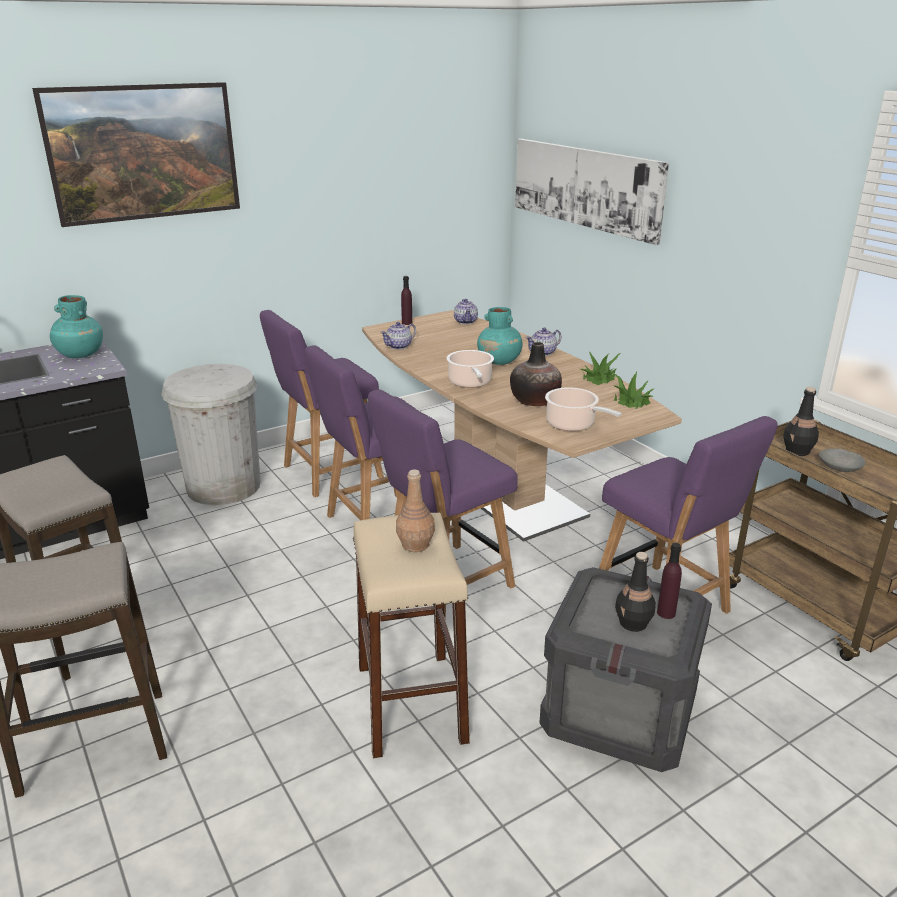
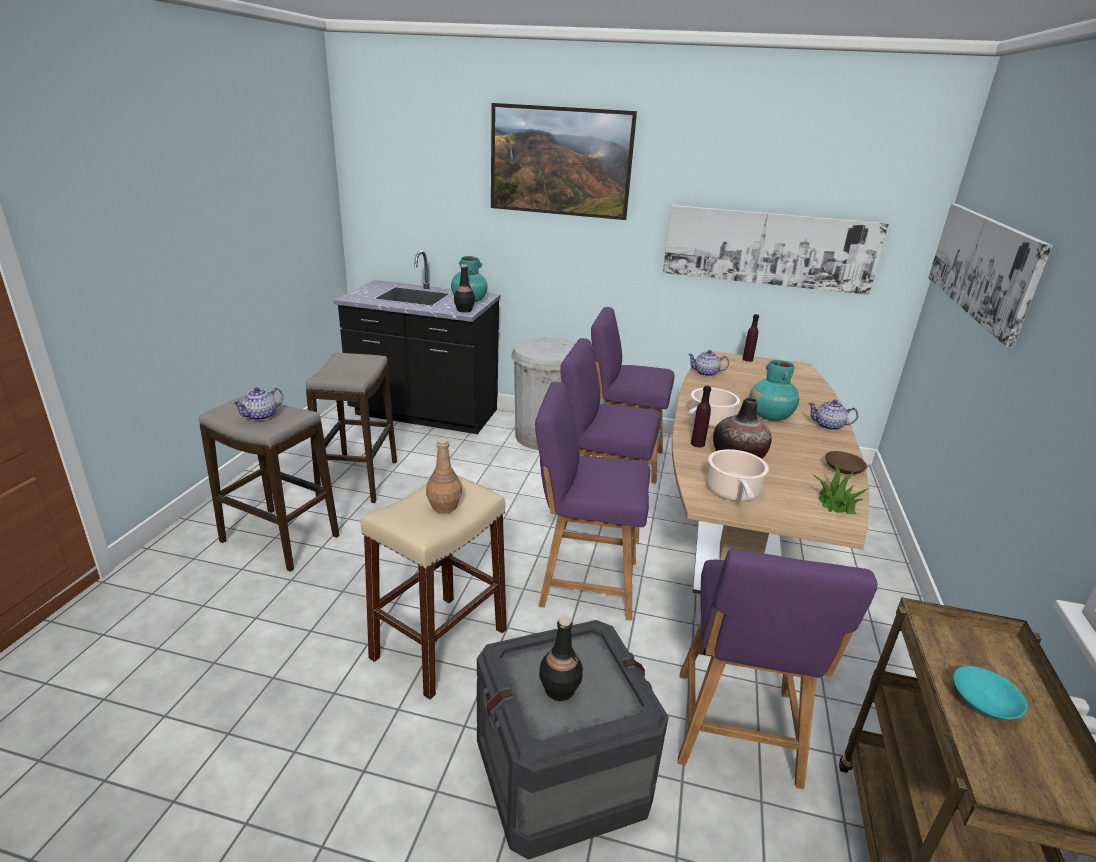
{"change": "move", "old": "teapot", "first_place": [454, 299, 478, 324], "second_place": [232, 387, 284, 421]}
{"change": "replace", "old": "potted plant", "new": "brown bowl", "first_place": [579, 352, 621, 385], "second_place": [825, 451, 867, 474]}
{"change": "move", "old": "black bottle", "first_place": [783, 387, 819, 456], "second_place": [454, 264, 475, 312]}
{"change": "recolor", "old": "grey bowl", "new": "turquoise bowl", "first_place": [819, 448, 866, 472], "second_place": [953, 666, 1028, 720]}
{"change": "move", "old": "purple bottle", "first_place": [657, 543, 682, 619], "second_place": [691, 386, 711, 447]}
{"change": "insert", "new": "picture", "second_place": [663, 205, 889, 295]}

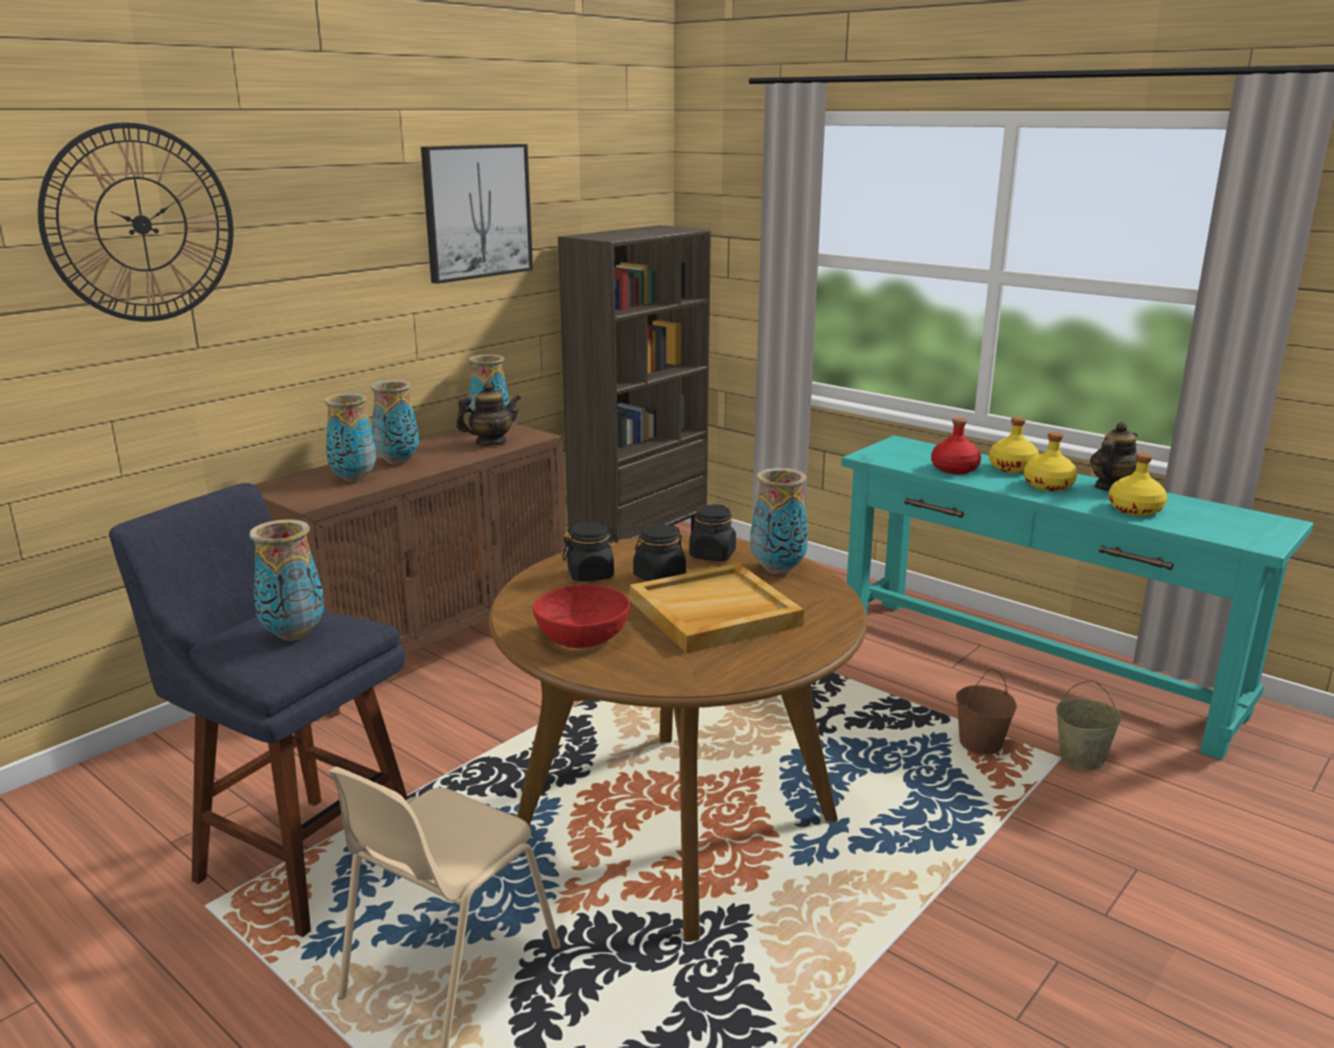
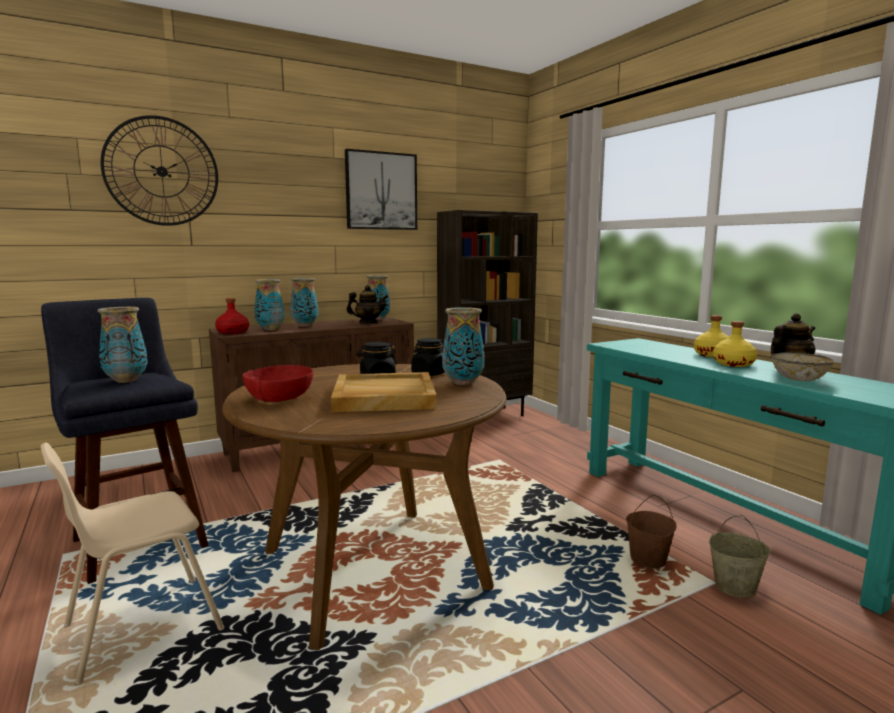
{"change": "move", "old": "red bottle", "first_place": [931, 418, 981, 474], "second_place": [215, 298, 249, 334]}
{"change": "replace", "old": "yellow bottle", "new": "bowl", "first_place": [1108, 453, 1167, 516], "second_place": [770, 352, 834, 381]}
{"change": "delete", "old": "black jar", "first_place": [562, 522, 619, 581]}

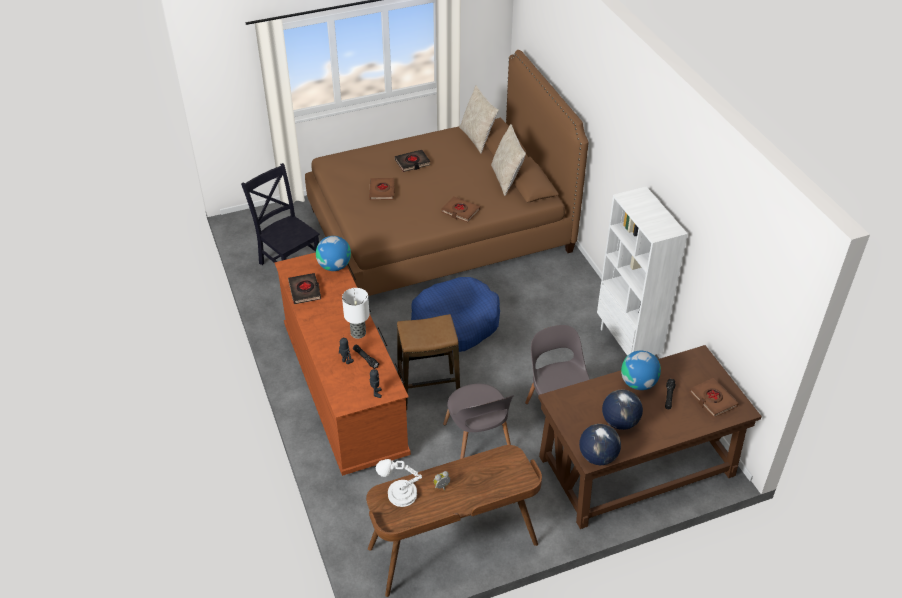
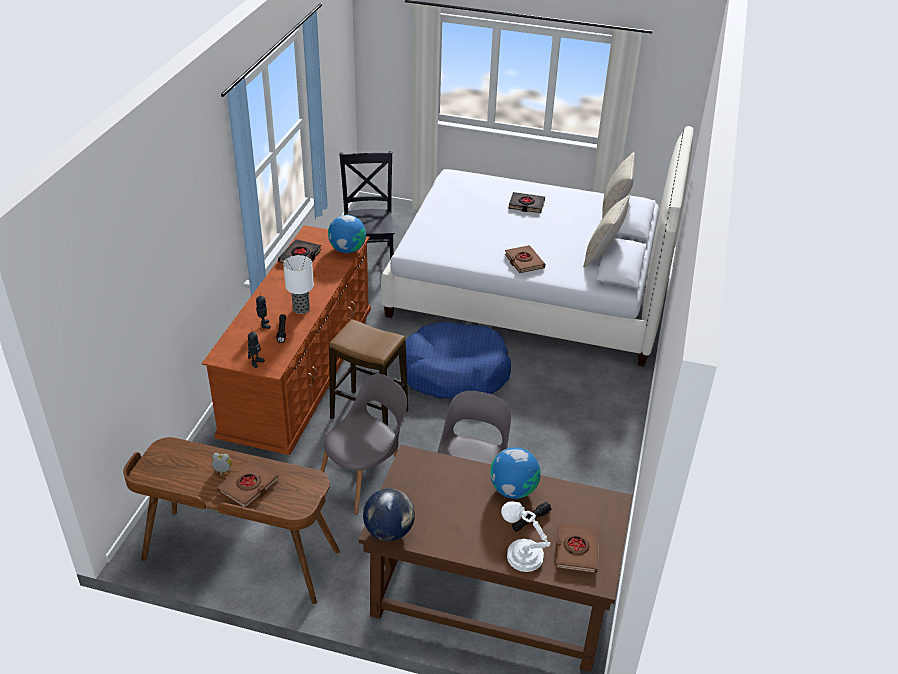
{"change": "recolor", "old": "brown bed", "new": "white bed", "first_place": [305, 50, 588, 296], "second_place": [381, 126, 694, 367]}
{"change": "move", "old": "brown book", "first_place": [369, 178, 395, 200], "second_place": [217, 459, 280, 508]}
{"change": "delete", "old": "white bookcase", "first_place": [597, 186, 688, 356]}
{"change": "rotate", "old": "grey chair", "first_place": [443, 383, 514, 459], "second_place": [320, 374, 407, 515], "degrees": -150}
{"change": "delete", "old": "globe", "first_place": [602, 389, 643, 430]}
{"change": "move", "old": "white table lamp", "first_place": [376, 459, 422, 507], "second_place": [501, 501, 551, 572]}

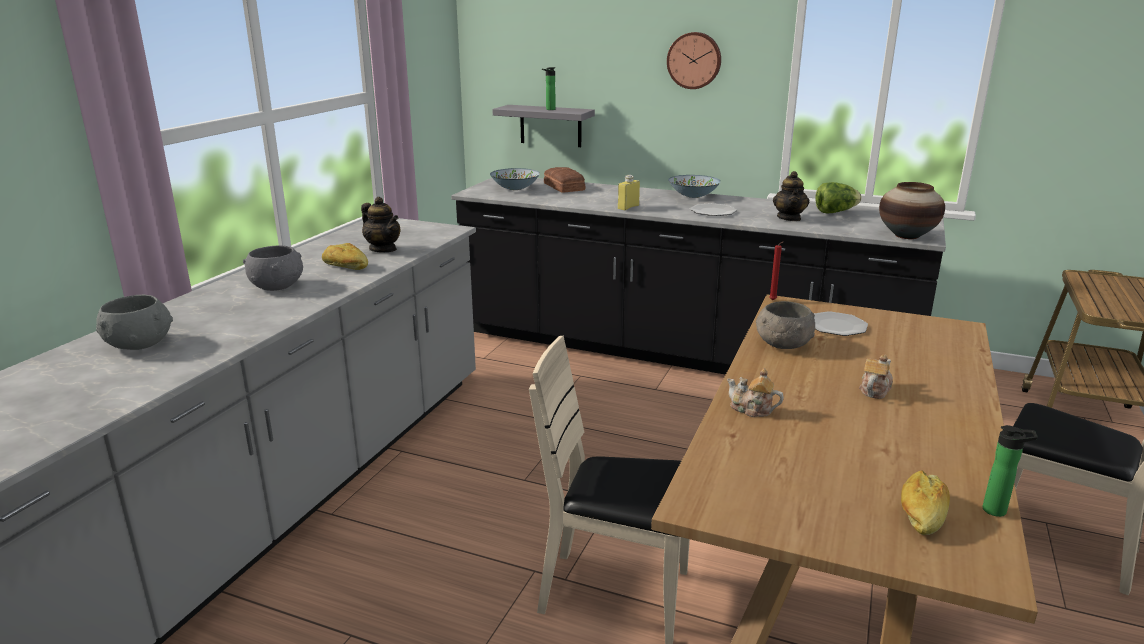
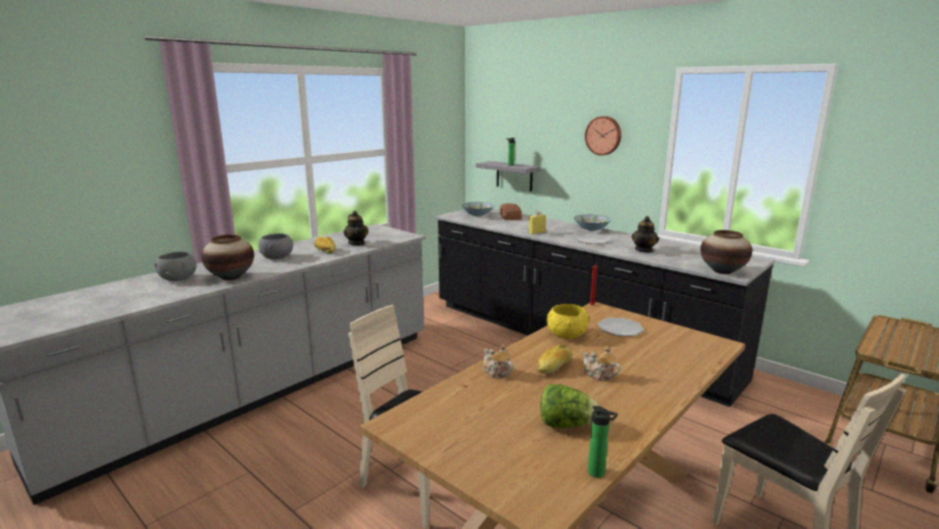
{"change": "move", "old": "lettuce", "first_place": [816, 182, 862, 213], "second_place": [540, 384, 600, 428]}
{"change": "recolor", "old": "grey bowl", "new": "yellow bowl", "first_place": [756, 301, 815, 349], "second_place": [547, 304, 589, 339]}
{"change": "rotate", "old": "teapot", "first_place": [859, 354, 893, 399], "second_place": [583, 346, 621, 381], "degrees": -105}
{"change": "move", "old": "bread", "first_place": [901, 471, 950, 535], "second_place": [538, 344, 573, 374]}
{"change": "insert", "new": "vase", "second_place": [201, 235, 254, 280]}

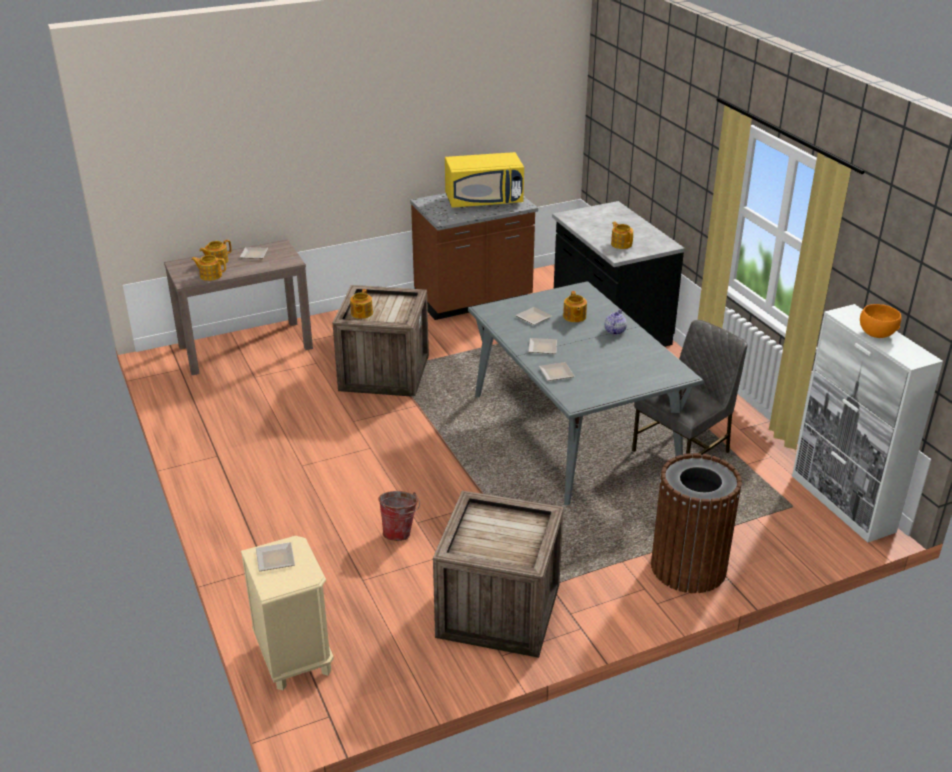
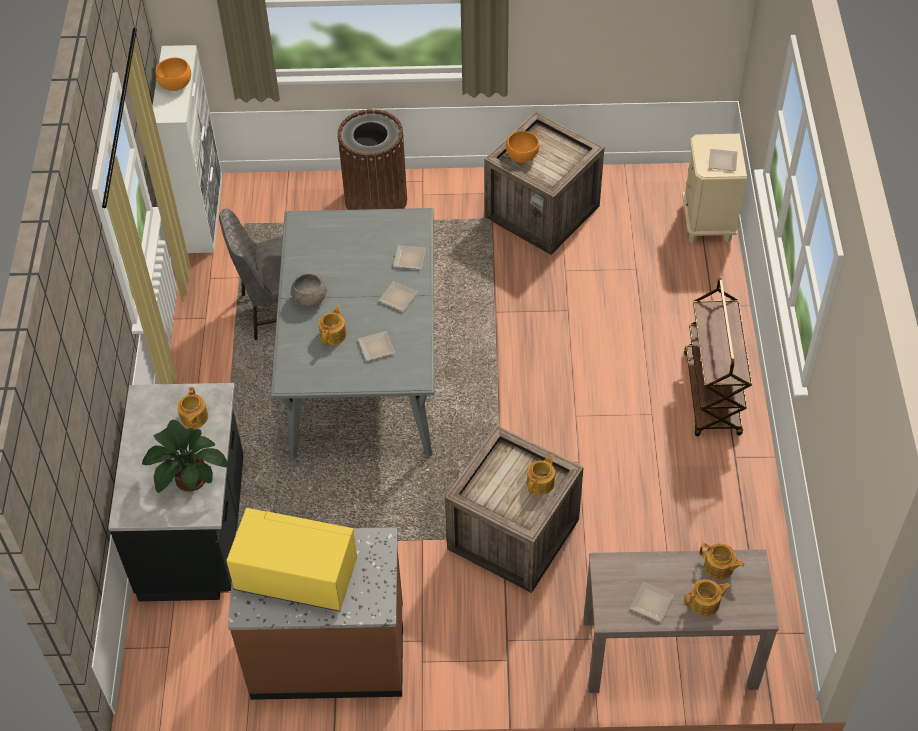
{"change": "replace", "old": "teapot", "new": "grey bowl", "first_place": [605, 309, 627, 335], "second_place": [290, 274, 327, 307]}
{"change": "delete", "old": "bucket", "first_place": [379, 491, 420, 541]}
{"change": "insert", "new": "orange bowl", "second_place": [506, 131, 539, 163]}
{"change": "insert", "new": "brown cart", "second_place": [684, 278, 752, 436]}
{"change": "insert", "new": "potted plant", "second_place": [142, 420, 229, 493]}

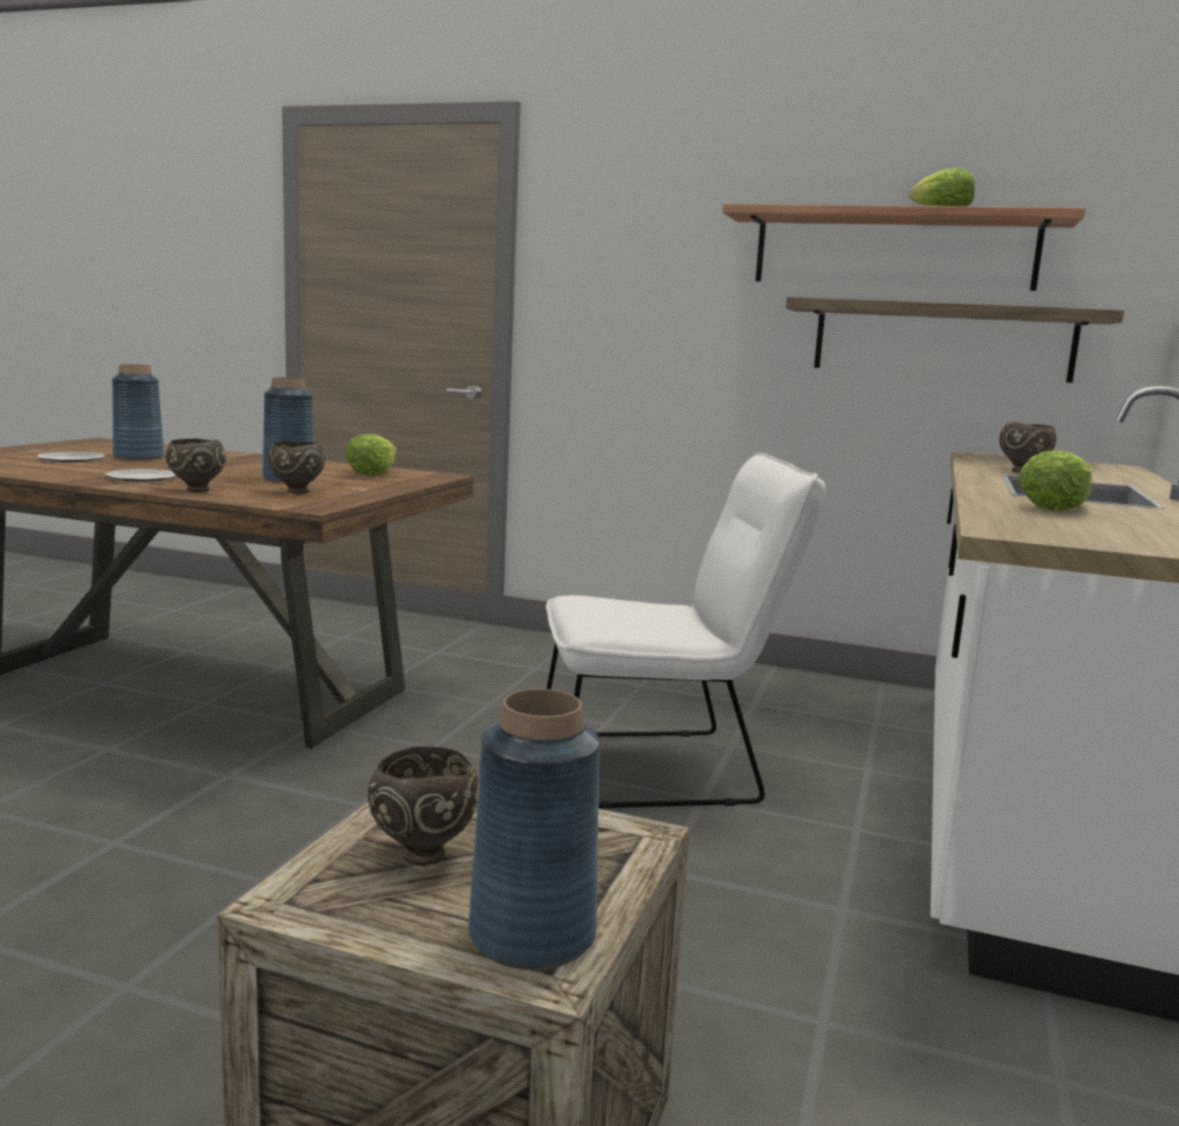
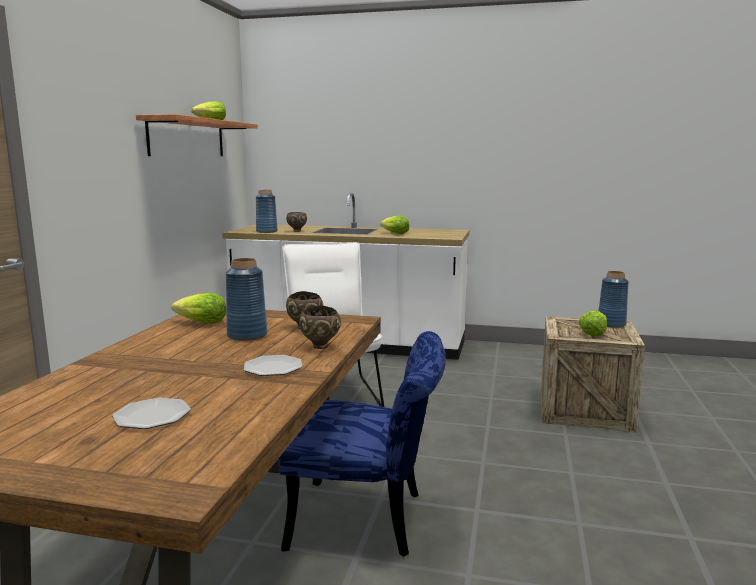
{"change": "delete", "old": "shelf", "first_place": [786, 297, 1124, 383]}
{"change": "move", "old": "blue vase", "first_place": [112, 364, 164, 460], "second_place": [256, 190, 278, 233]}
{"change": "replace", "old": "brown bowl", "new": "lettuce", "first_place": [368, 746, 478, 866], "second_place": [578, 311, 607, 336]}
{"change": "insert", "new": "blue chair", "second_place": [278, 331, 446, 557]}

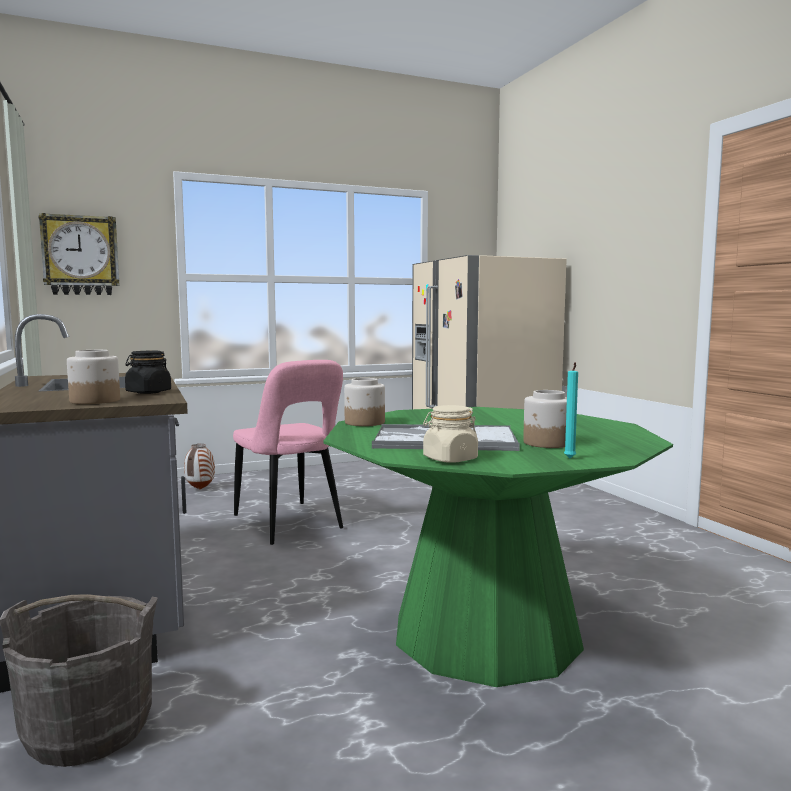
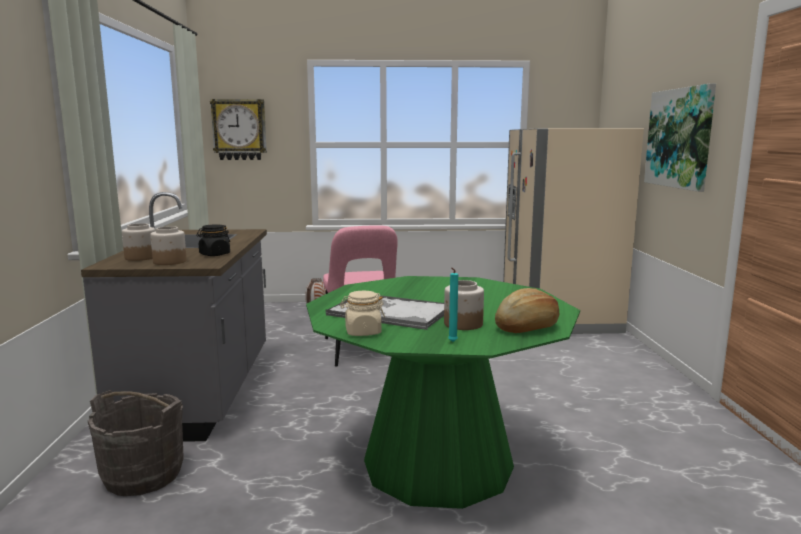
{"change": "move", "old": "jar", "first_place": [344, 378, 385, 426], "second_place": [122, 223, 155, 261]}
{"change": "insert", "new": "picture", "second_place": [644, 83, 716, 192]}
{"change": "insert", "new": "bread", "second_place": [495, 288, 559, 333]}

